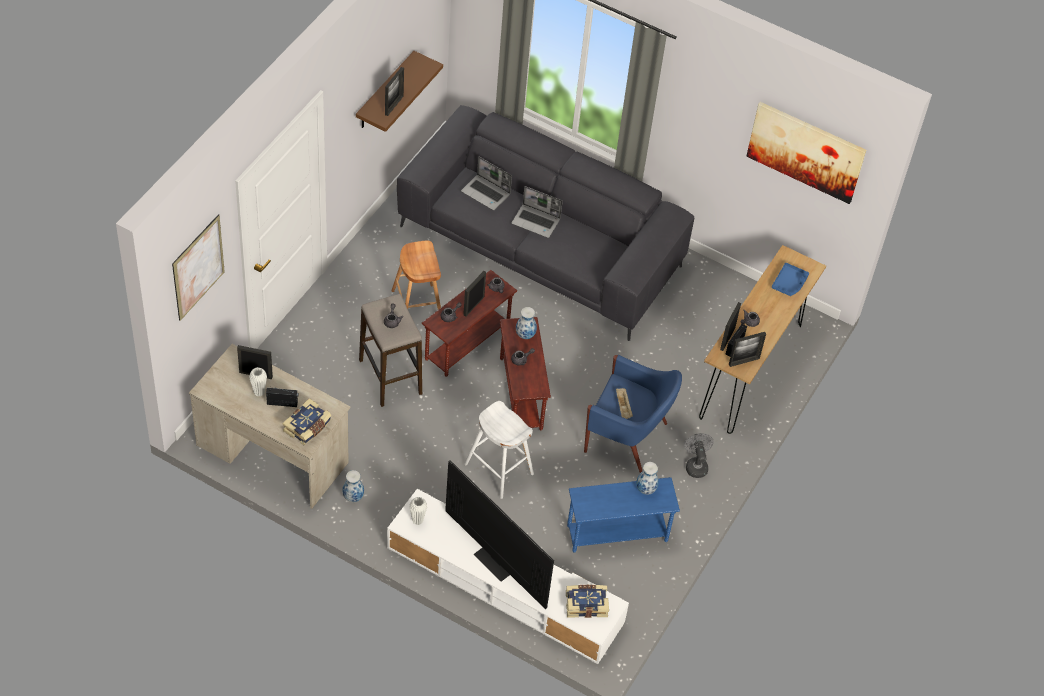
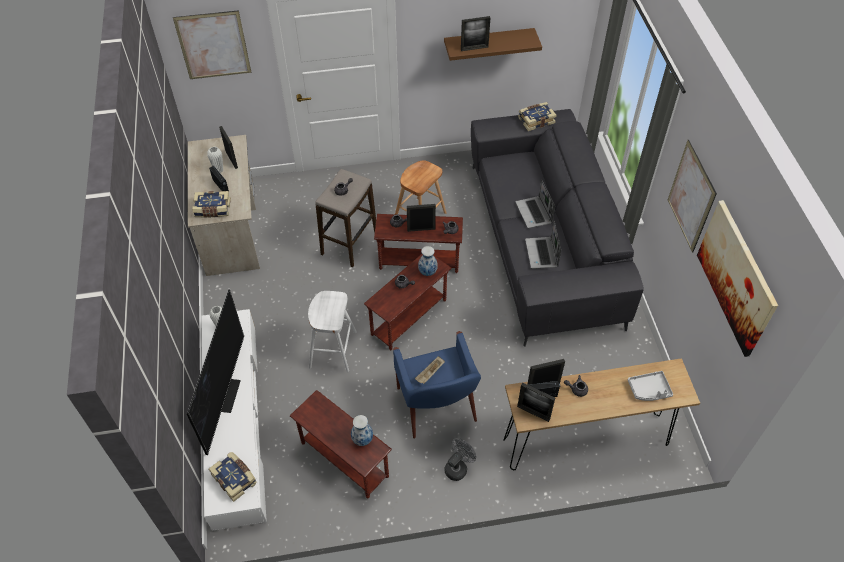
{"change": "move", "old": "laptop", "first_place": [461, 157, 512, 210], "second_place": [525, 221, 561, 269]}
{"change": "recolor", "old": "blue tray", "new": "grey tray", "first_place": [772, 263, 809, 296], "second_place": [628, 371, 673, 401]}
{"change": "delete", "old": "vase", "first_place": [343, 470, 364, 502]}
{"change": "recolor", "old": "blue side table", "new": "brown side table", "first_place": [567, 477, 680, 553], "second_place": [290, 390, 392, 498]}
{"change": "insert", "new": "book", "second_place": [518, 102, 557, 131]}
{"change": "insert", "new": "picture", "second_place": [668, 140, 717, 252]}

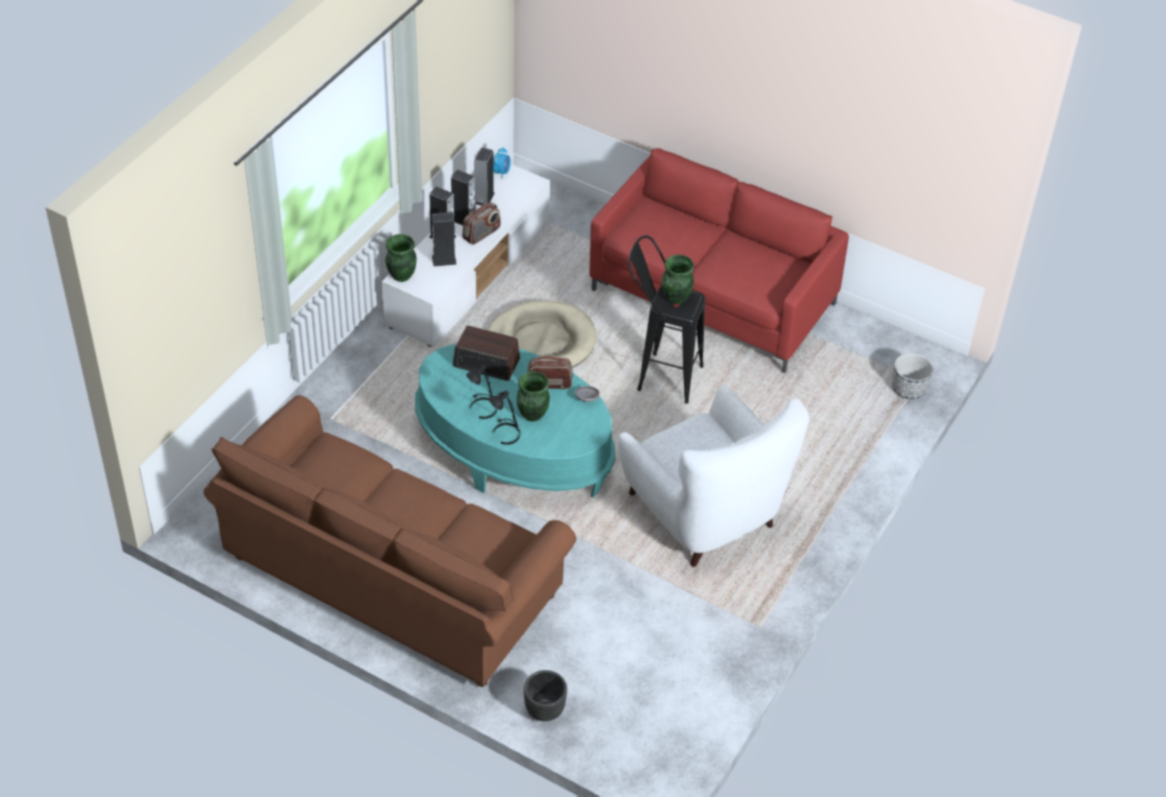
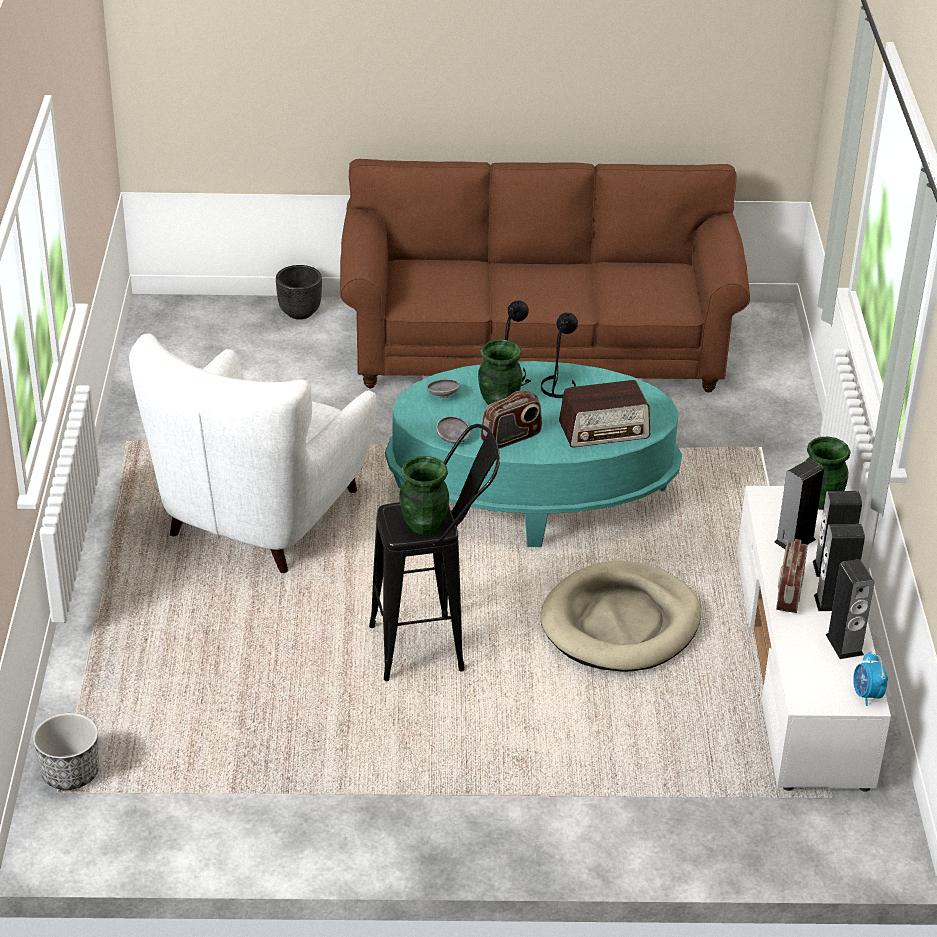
{"change": "delete", "old": "red sofa", "first_place": [589, 148, 849, 373]}
{"change": "rotate", "old": "white armchair", "first_place": [618, 385, 809, 567], "second_place": [129, 333, 377, 573], "degrees": -90}
{"change": "insert", "new": "grey bowl", "second_place": [427, 379, 460, 398]}

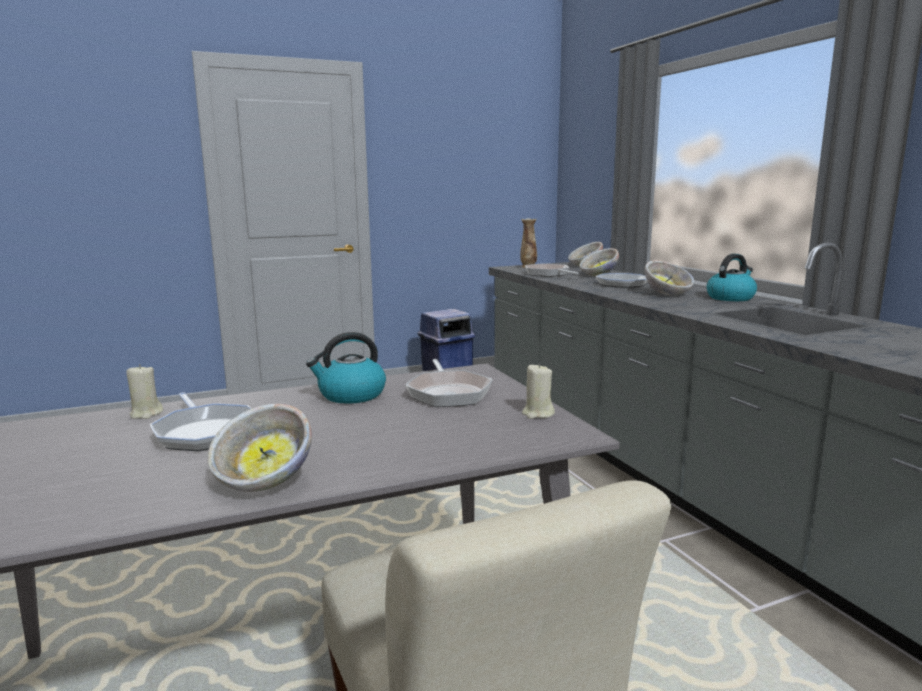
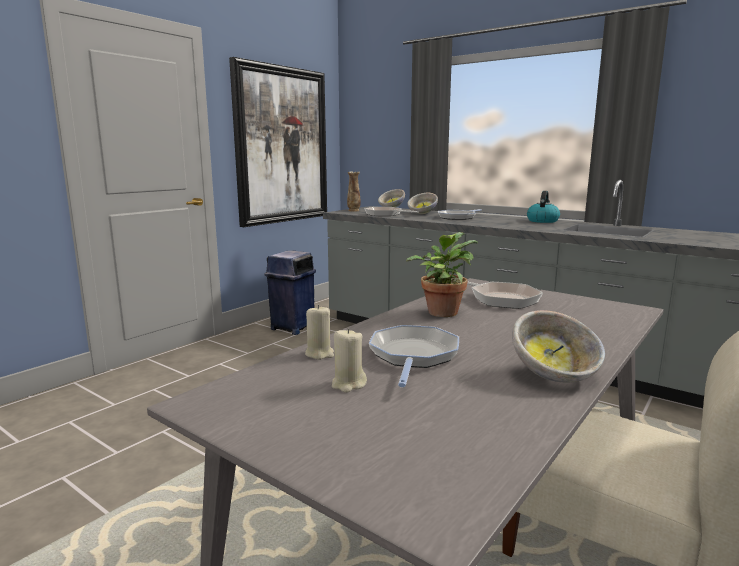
{"change": "delete", "old": "bowl", "first_place": [644, 260, 694, 295]}
{"change": "replace", "old": "kettle", "new": "potted plant", "first_place": [306, 332, 386, 404], "second_place": [406, 232, 478, 317]}
{"change": "move", "old": "beige candle", "first_place": [522, 363, 555, 419], "second_place": [332, 328, 367, 393]}
{"change": "rotate", "old": "frying pan", "first_place": [150, 392, 252, 451], "second_place": [369, 325, 459, 387], "degrees": -105}
{"change": "insert", "new": "picture", "second_place": [229, 57, 327, 227]}

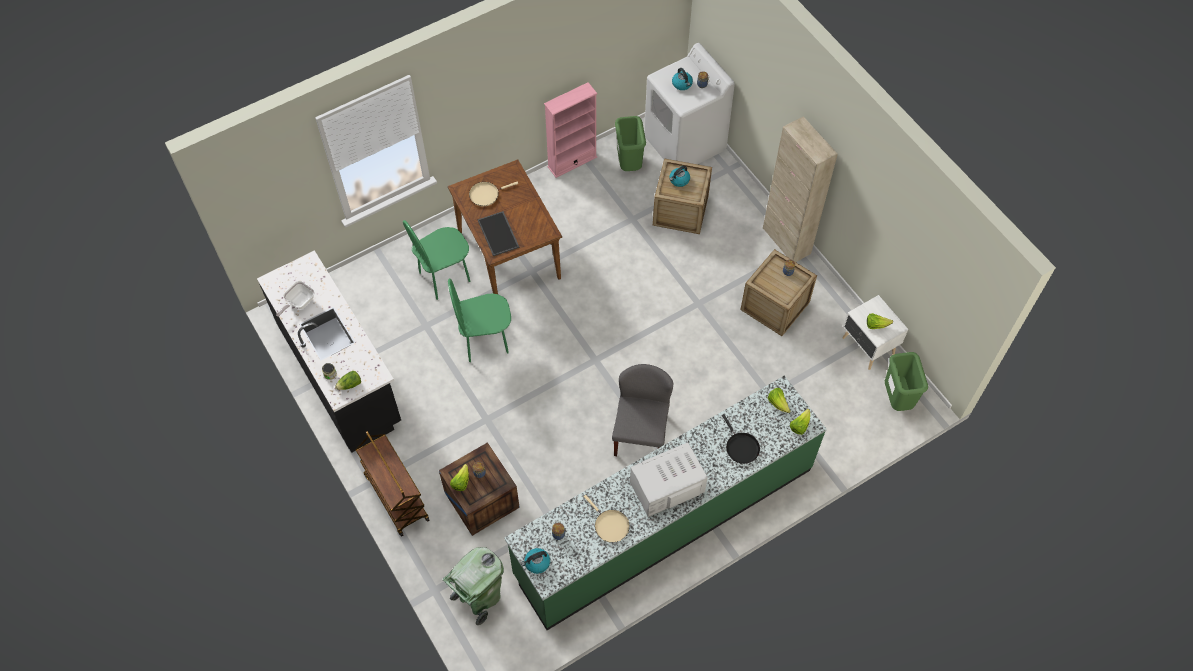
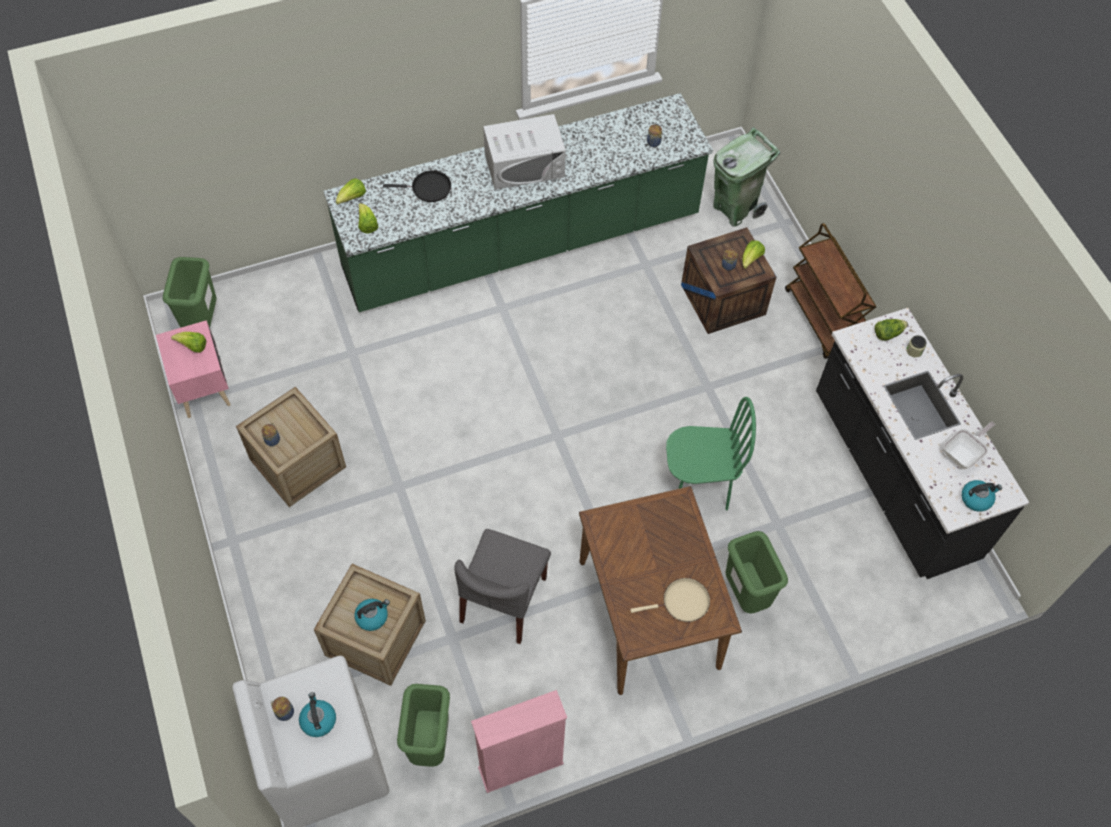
{"change": "delete", "old": "beige cabinet", "first_place": [763, 116, 838, 262]}
{"change": "delete", "old": "tray", "first_place": [477, 211, 519, 256]}
{"change": "replace", "old": "green chair", "new": "green trash can", "first_place": [403, 220, 470, 300], "second_place": [725, 531, 788, 614]}
{"change": "recolor", "old": "white nightstand", "new": "pink nightstand", "first_place": [842, 295, 909, 370], "second_place": [156, 320, 231, 418]}
{"change": "move", "old": "grey chair", "first_place": [612, 364, 673, 456], "second_place": [454, 529, 551, 644]}
{"change": "rotate", "old": "black frying pan", "first_place": [722, 414, 760, 464], "second_place": [383, 170, 451, 202], "degrees": 105}
{"change": "delete", "old": "beige frying pan", "first_place": [584, 495, 630, 543]}
{"change": "move", "old": "kettle", "first_place": [521, 548, 550, 574], "second_place": [962, 480, 1002, 512]}

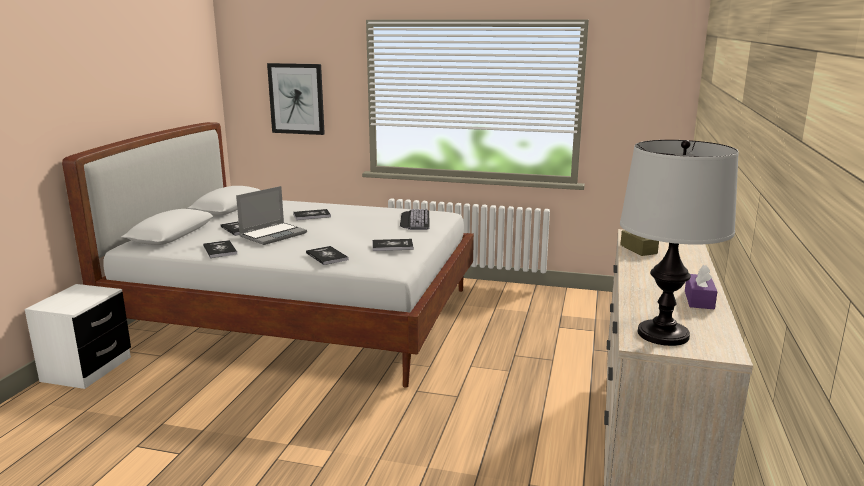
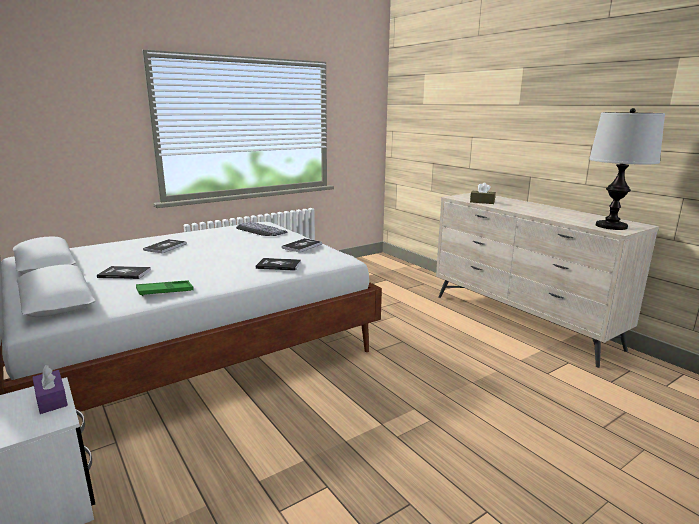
{"change": "delete", "old": "picture", "first_place": [267, 63, 325, 135]}
{"change": "delete", "old": "laptop", "first_place": [236, 186, 307, 245]}
{"change": "replace", "old": "book", "new": "green tray", "first_place": [203, 240, 237, 258], "second_place": [136, 280, 194, 296]}
{"change": "move", "old": "purple tissue box", "first_place": [685, 265, 717, 309], "second_place": [32, 365, 68, 414]}

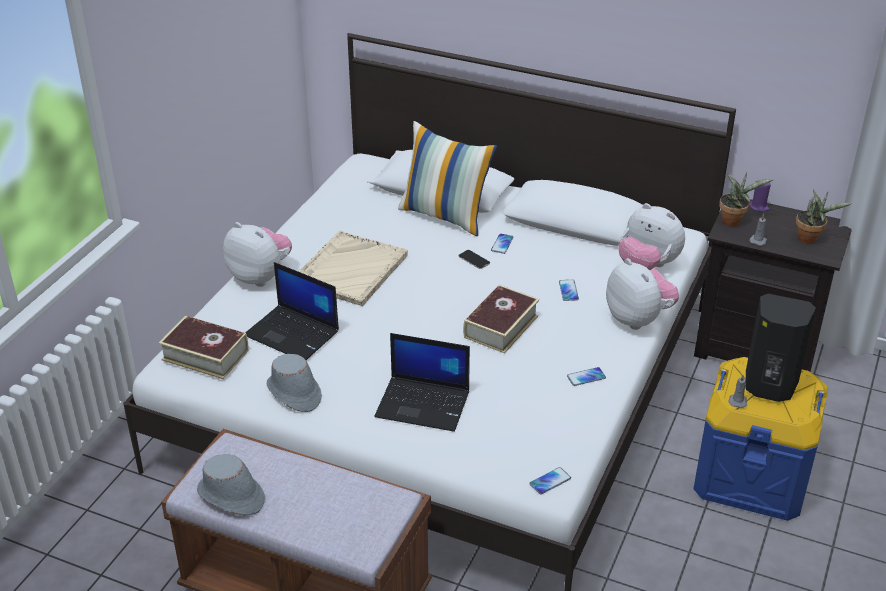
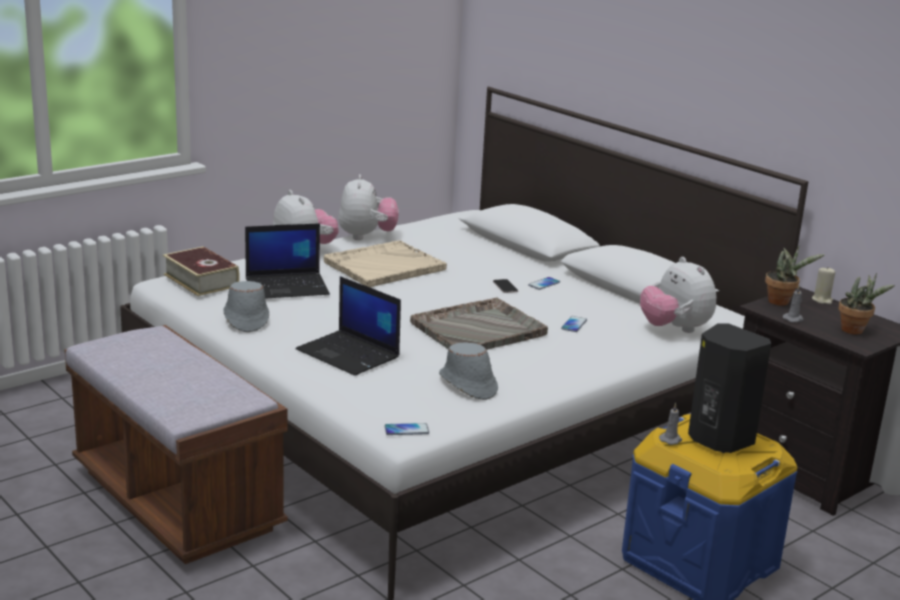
{"change": "delete", "old": "pillow", "first_place": [398, 121, 497, 236]}
{"change": "recolor", "old": "purple candle", "new": "beige candle", "first_place": [750, 179, 771, 212], "second_place": [812, 268, 835, 304]}
{"change": "move", "old": "plush toy", "first_place": [606, 258, 679, 330], "second_place": [339, 174, 399, 240]}
{"change": "rotate", "old": "laptop", "first_place": [245, 262, 339, 360], "second_place": [245, 223, 330, 299], "degrees": -75}
{"change": "replace", "old": "book", "new": "grey tray", "first_place": [463, 285, 539, 354], "second_place": [410, 297, 548, 350]}
{"change": "delete", "old": "phone", "first_place": [567, 367, 606, 386]}
{"change": "move", "old": "grey hat", "first_place": [197, 454, 265, 516], "second_place": [439, 342, 498, 400]}

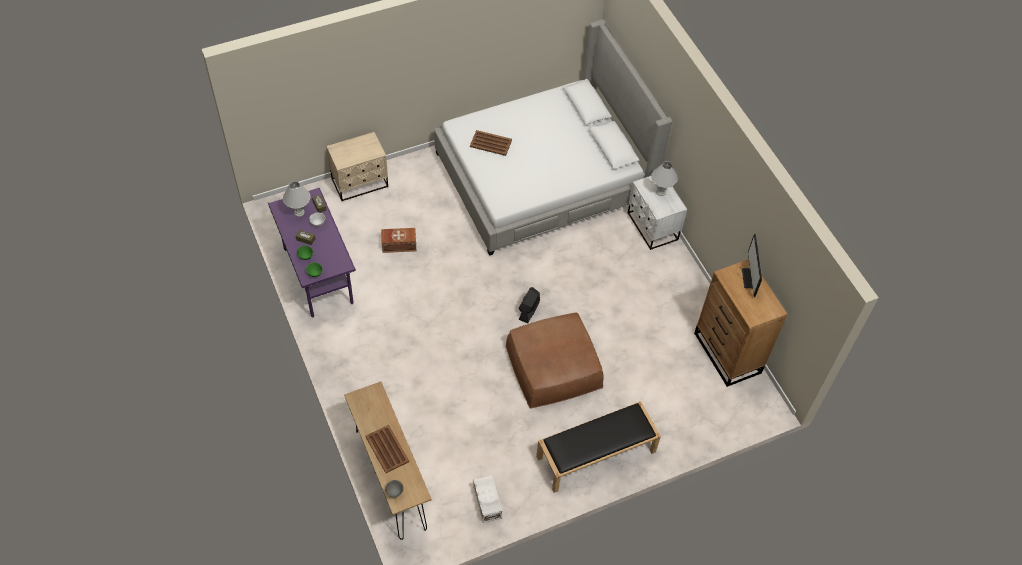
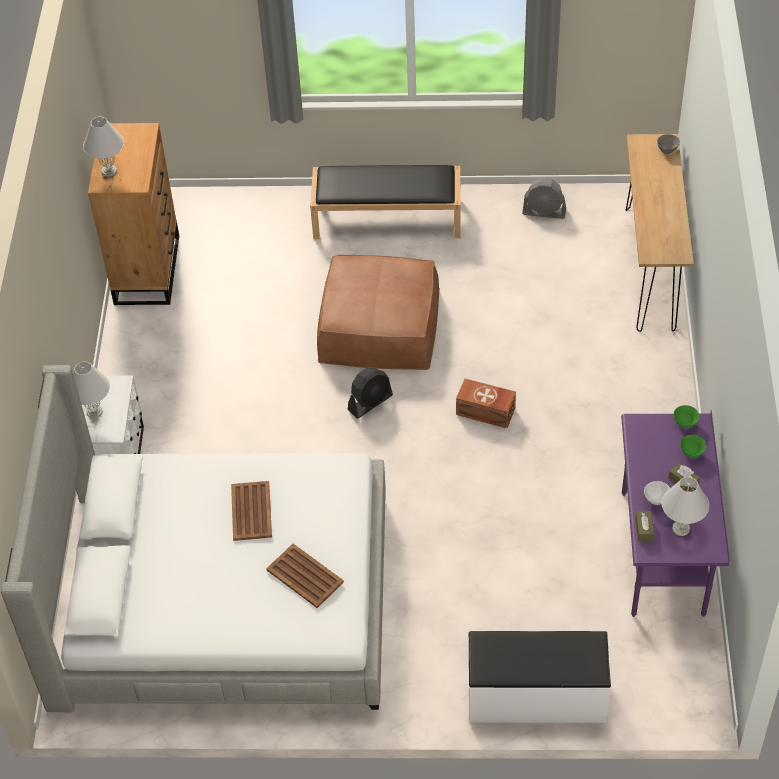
{"change": "replace", "old": "beige nightstand", "new": "white bench", "first_place": [326, 132, 388, 201], "second_place": [468, 631, 611, 723]}
{"change": "move", "old": "brown storage box", "first_place": [381, 228, 416, 253], "second_place": [456, 378, 516, 428]}
{"change": "replace", "old": "monitor", "new": "white table lamp", "first_place": [742, 234, 762, 297], "second_place": [83, 117, 124, 177]}
{"change": "move", "old": "brown tray", "first_place": [365, 425, 409, 473], "second_place": [231, 481, 272, 541]}
{"change": "replace", "old": "white storage box", "new": "grey fan", "first_place": [473, 475, 502, 523], "second_place": [522, 178, 566, 219]}

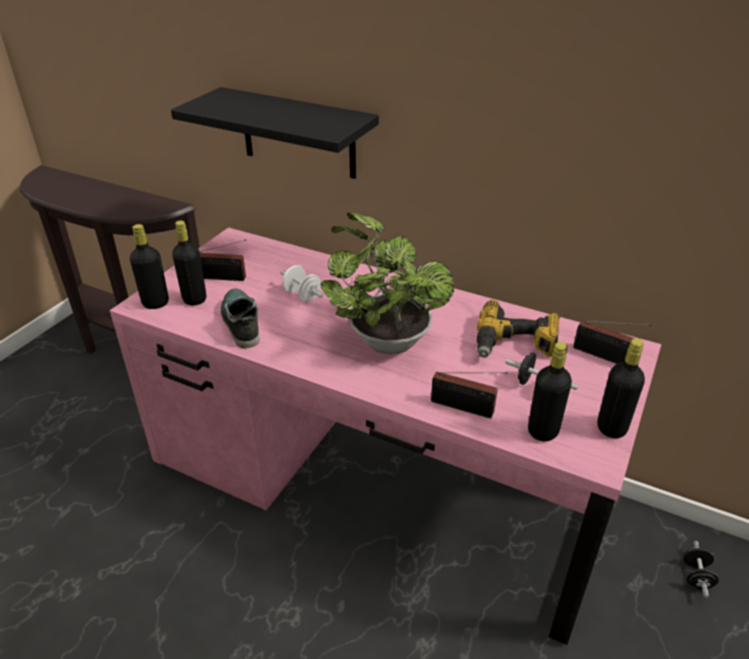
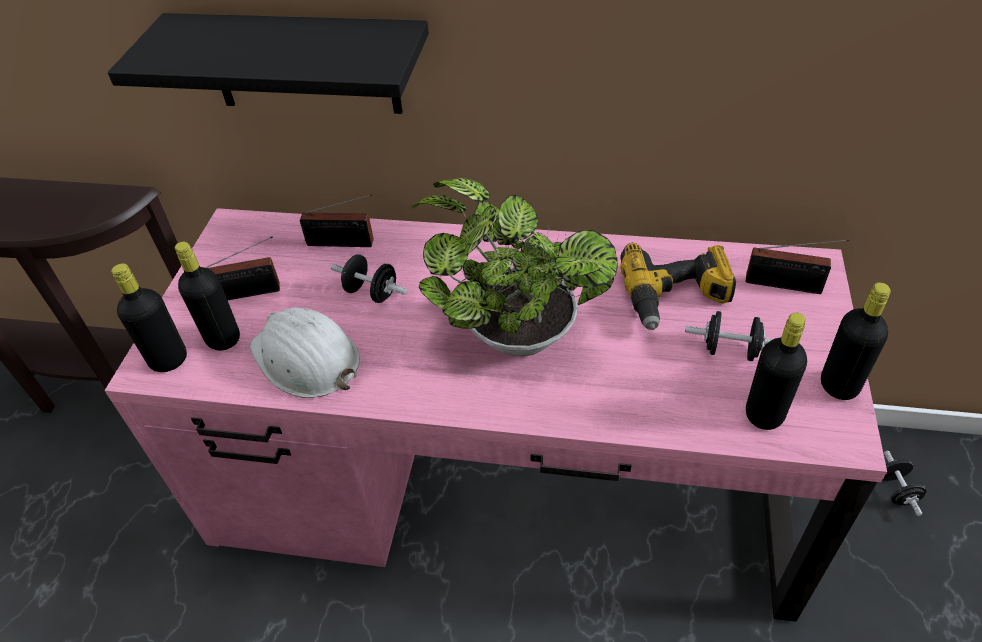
{"change": "recolor", "old": "white dumbbell", "new": "black dumbbell", "first_place": [280, 265, 323, 302], "second_place": [331, 254, 407, 303]}
{"change": "replace", "old": "shoe", "new": "white hard hat", "first_place": [221, 289, 260, 348], "second_place": [249, 307, 360, 398]}
{"change": "move", "old": "radio", "first_place": [431, 372, 508, 419], "second_place": [300, 194, 374, 247]}

